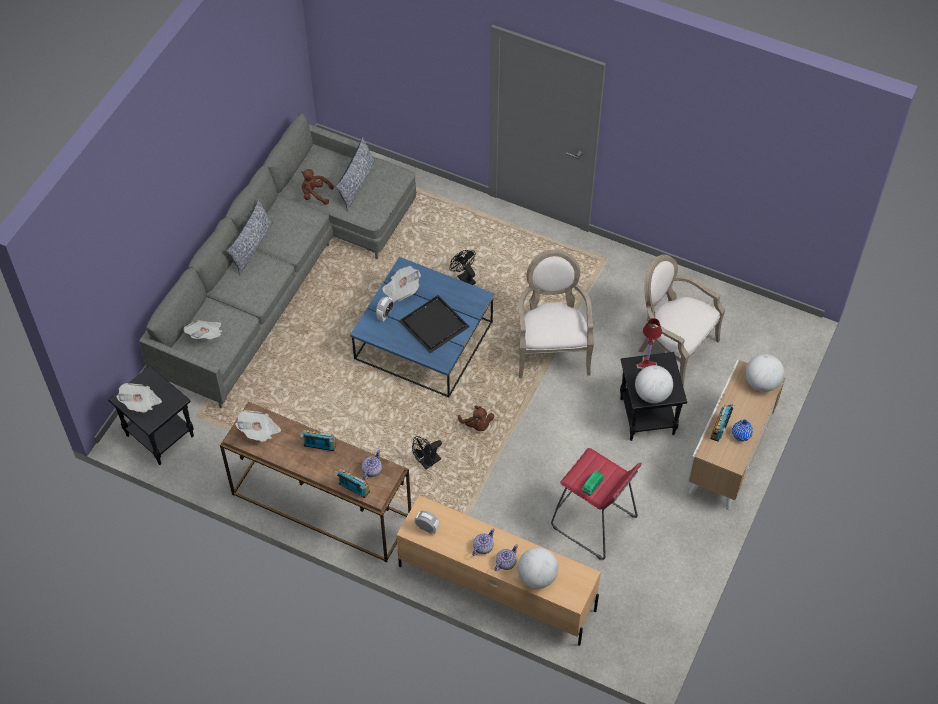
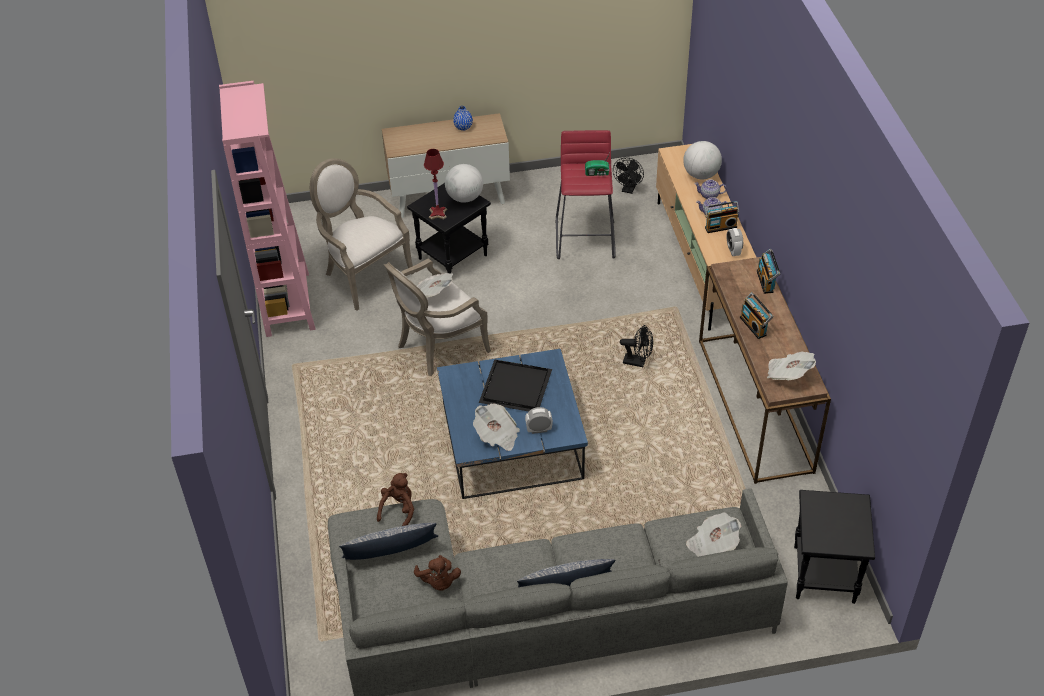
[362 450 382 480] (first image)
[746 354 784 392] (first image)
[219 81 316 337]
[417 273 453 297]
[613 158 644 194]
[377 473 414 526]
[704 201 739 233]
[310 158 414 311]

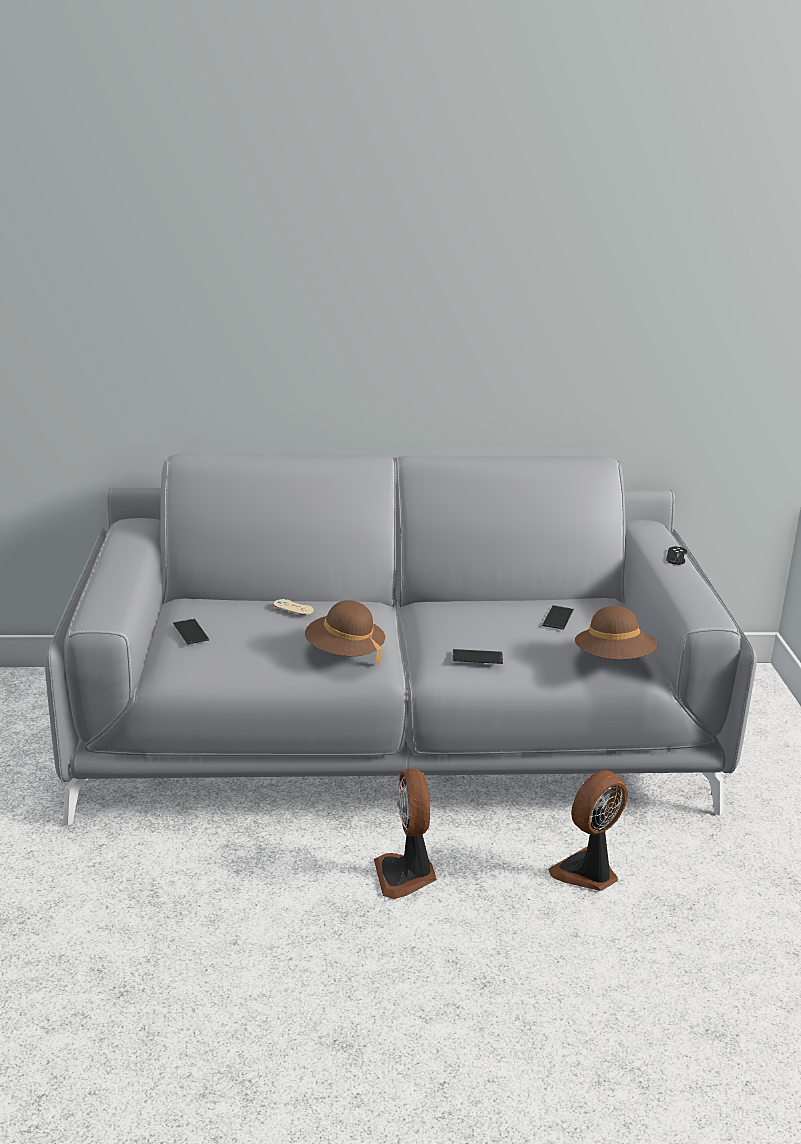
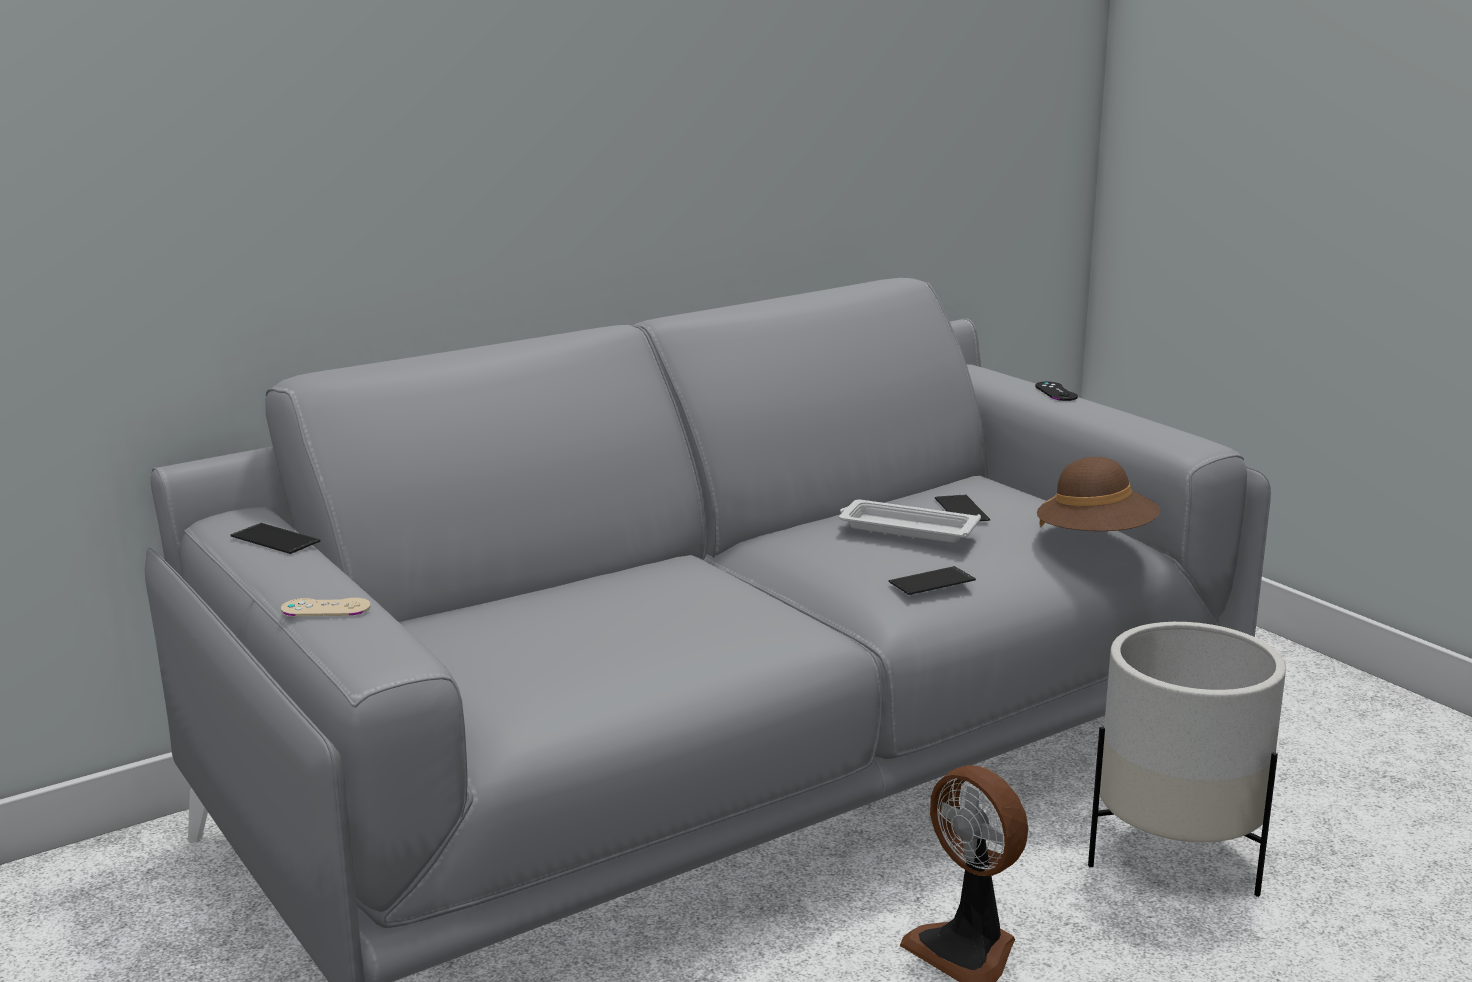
[305 600 385 664] (first image)
[839 500 981 543]
[230 523 321 554]
[281 598 371 616]
[1088 622 1286 897]

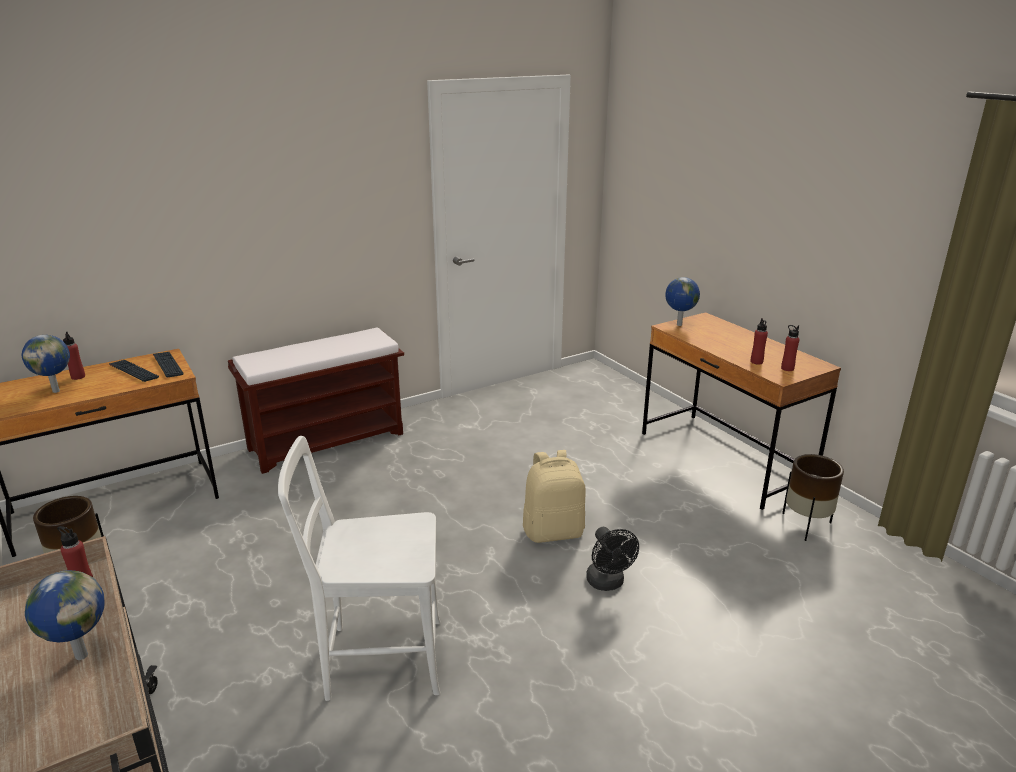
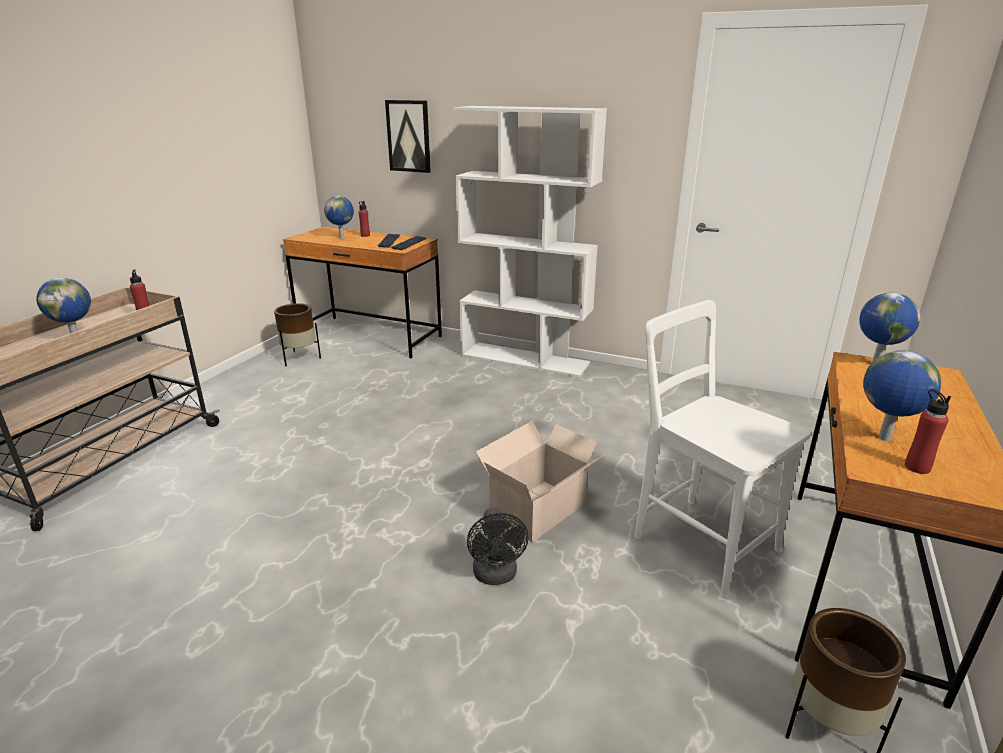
[385 100 431 173]
[635 300 811 598]
[453 106 607 377]
[476 421 605 542]
[863 351 941 441]
[467 507 529 585]

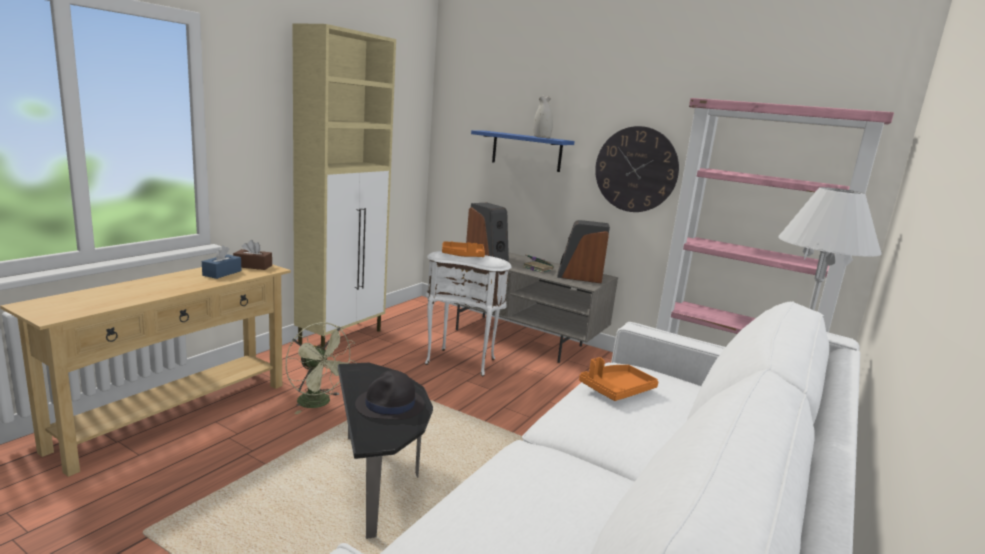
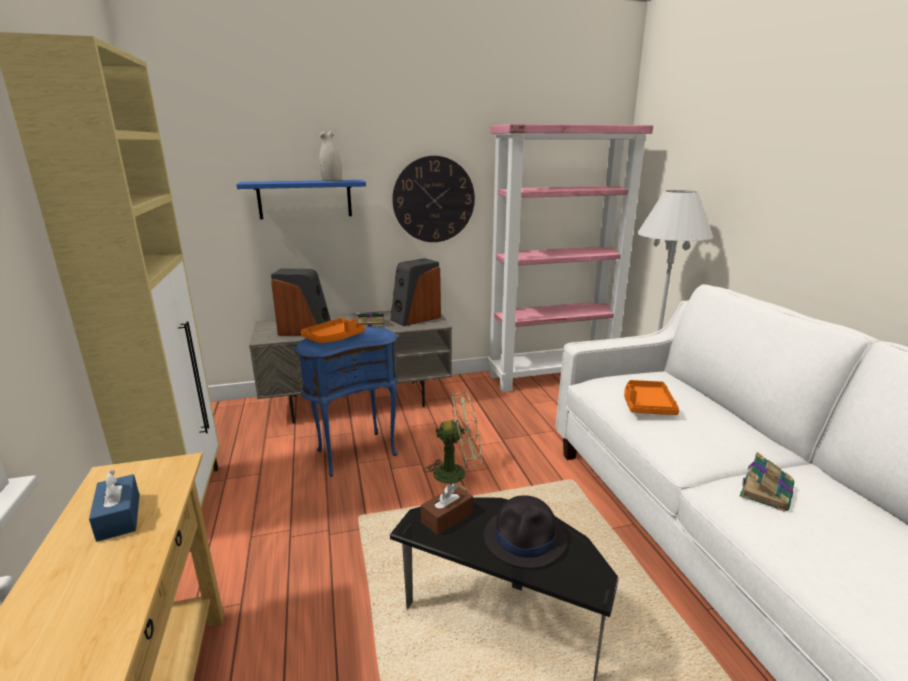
[740 452 794 512]
[421 483 473 535]
[423 392 482 490]
[295 327 398 477]

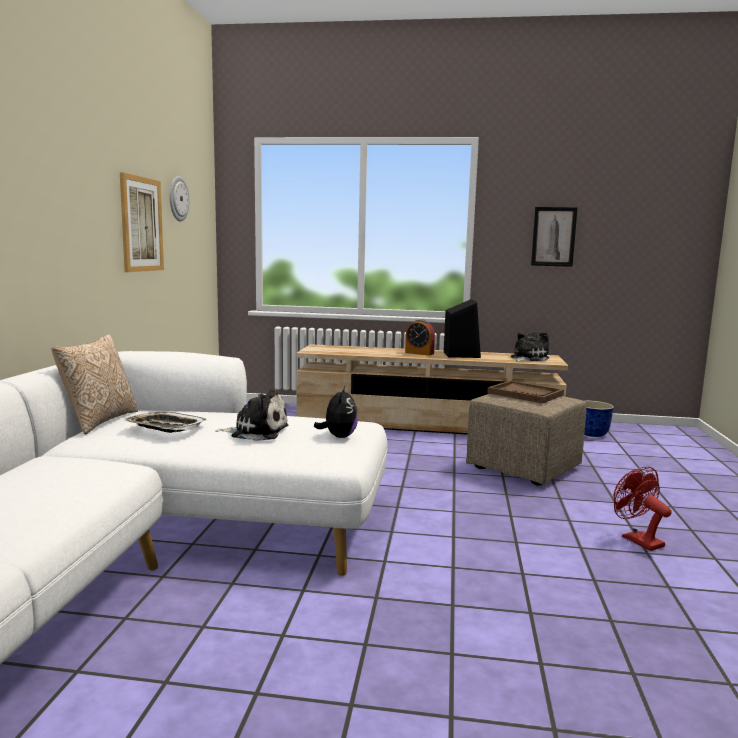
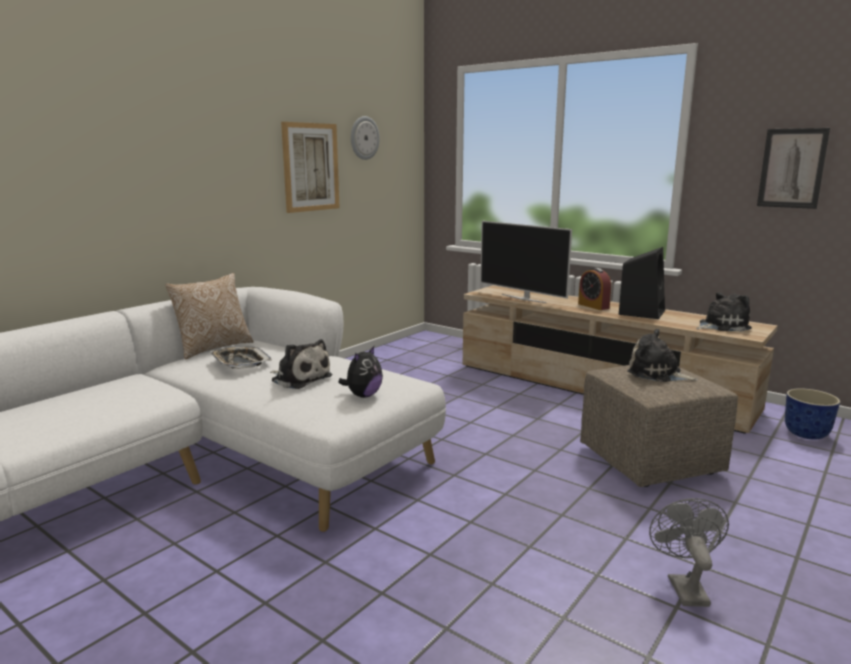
[480 221 572 303]
[627 329 698 382]
[649 498 729 607]

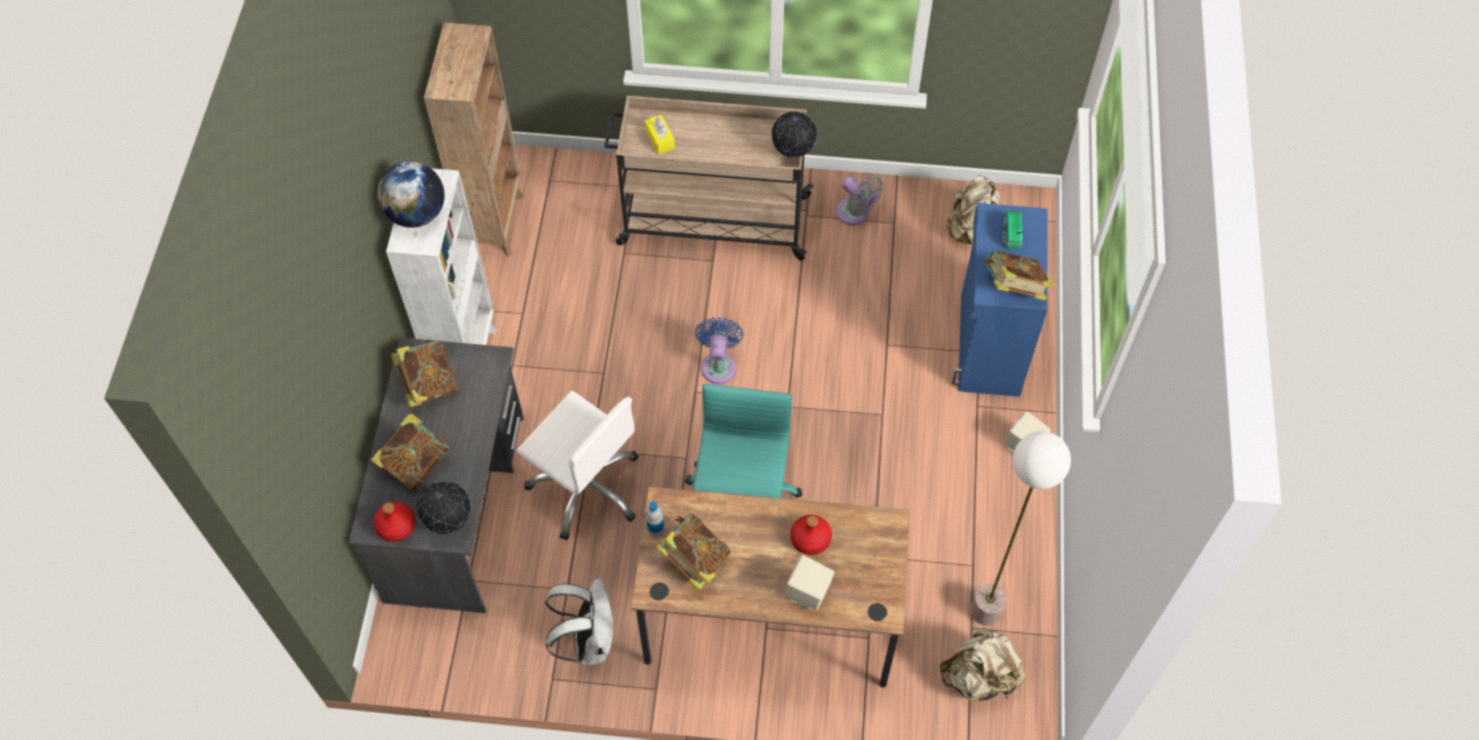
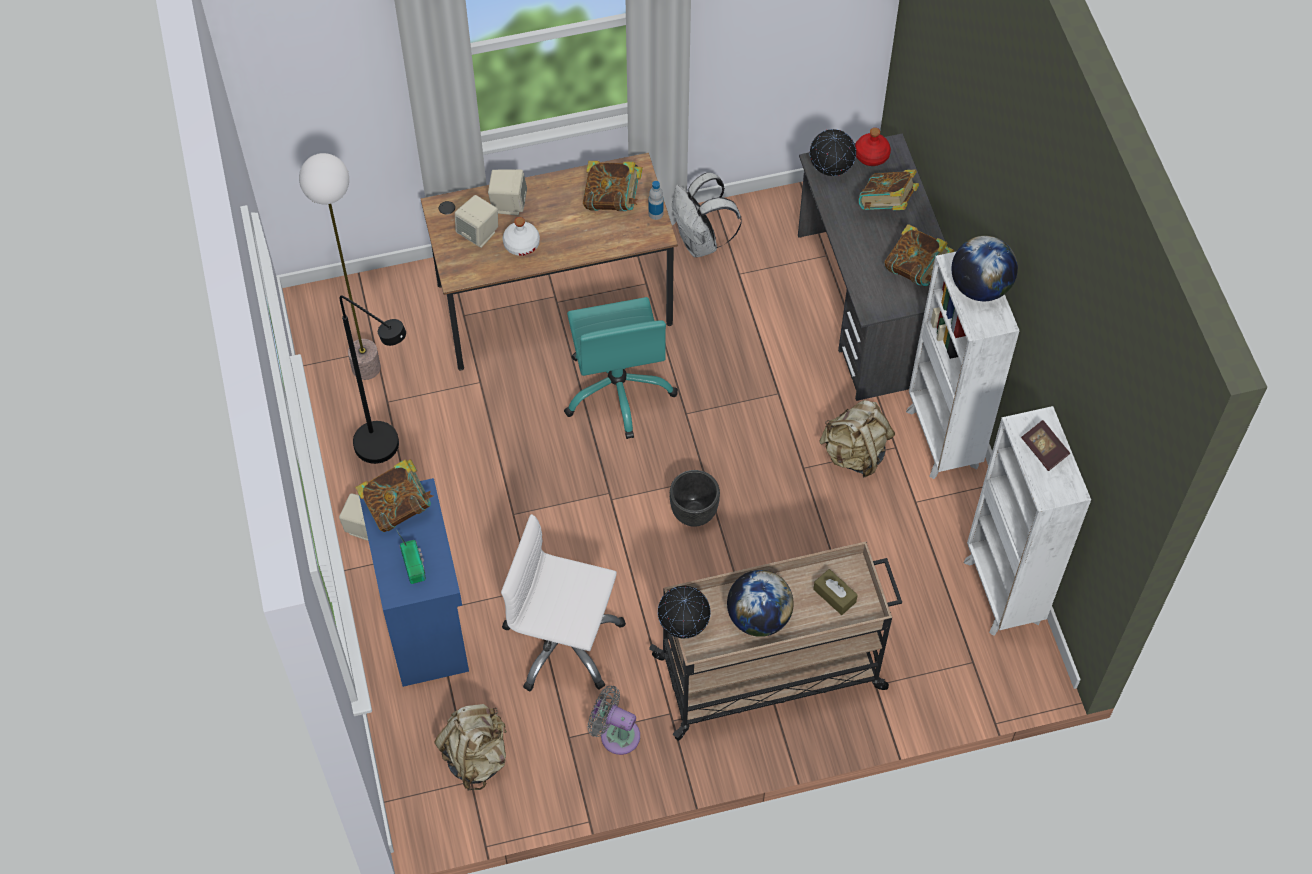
[340 295 406 464]
[455 195 498 248]
[727 570 794 637]
[1021 420 1070 471]
[501 514 626 692]
[819 400 895 477]
[670 470 720 527]
[963 406 1091 636]
[813 569 858 615]
[503 217 540 256]

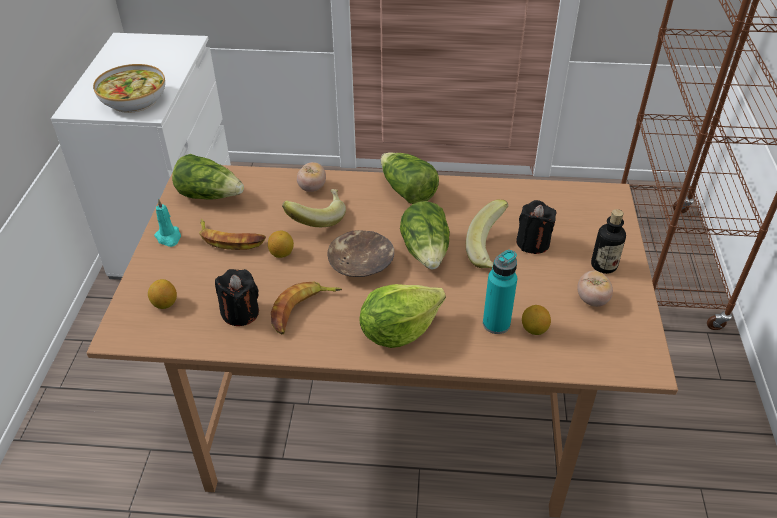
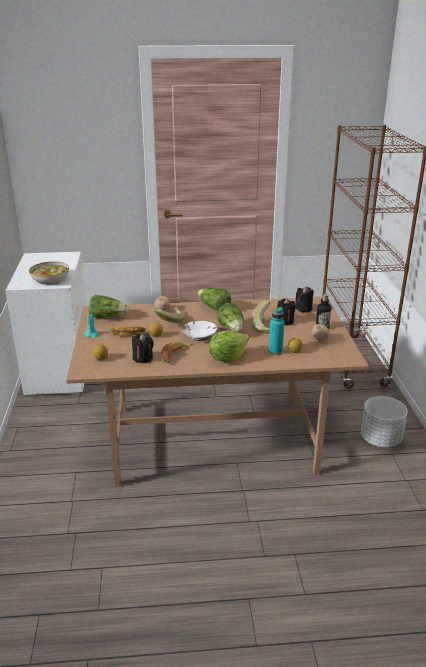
[295 286 314 313]
[361 396 407 447]
[182 321 217 341]

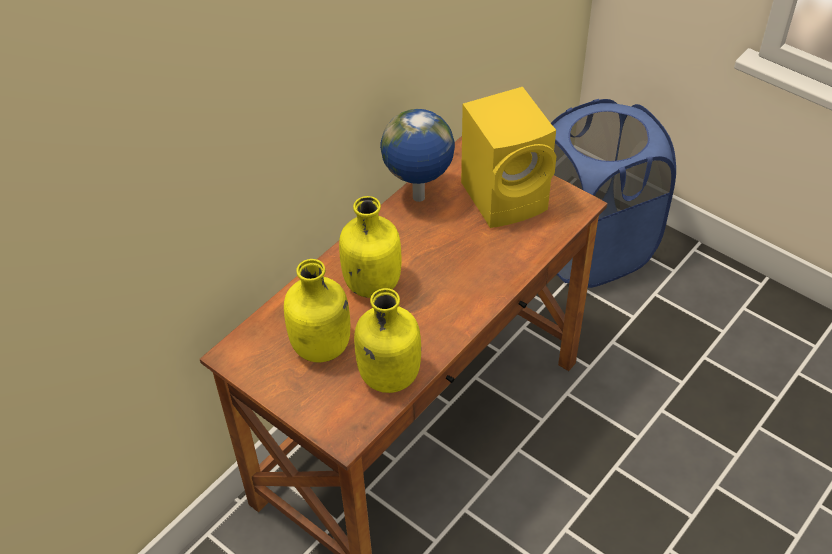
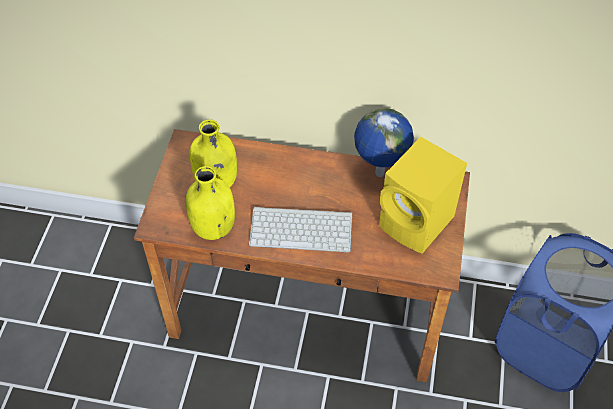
[339 196 401 298] (first image)
[249 207 352 252]

